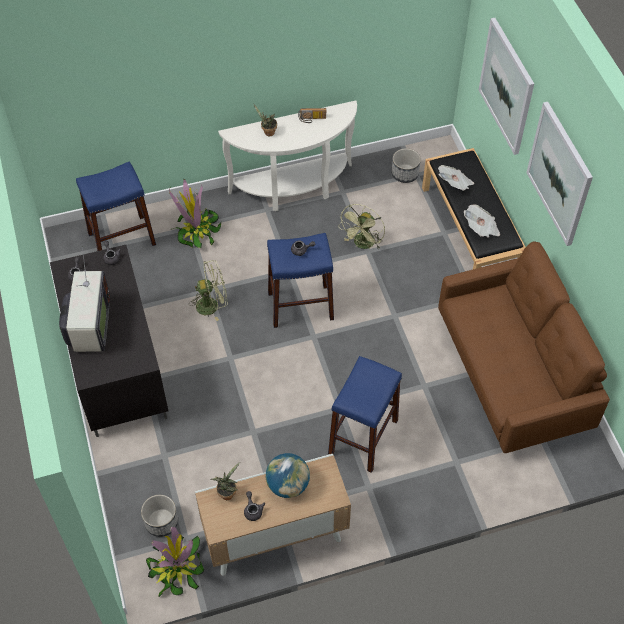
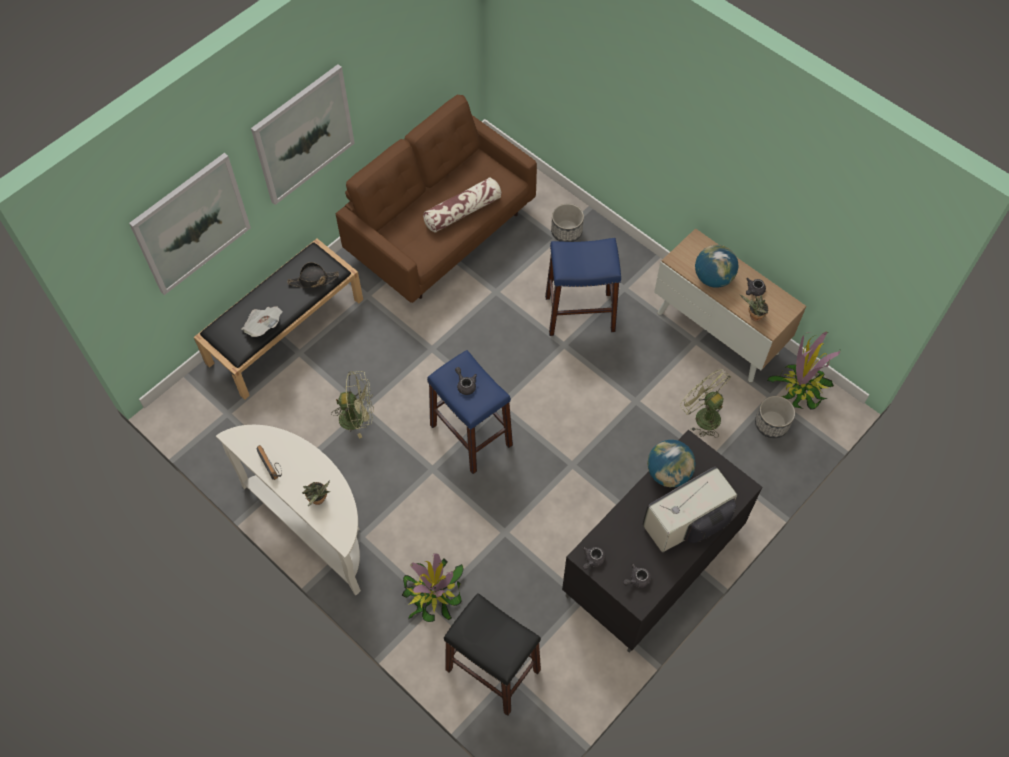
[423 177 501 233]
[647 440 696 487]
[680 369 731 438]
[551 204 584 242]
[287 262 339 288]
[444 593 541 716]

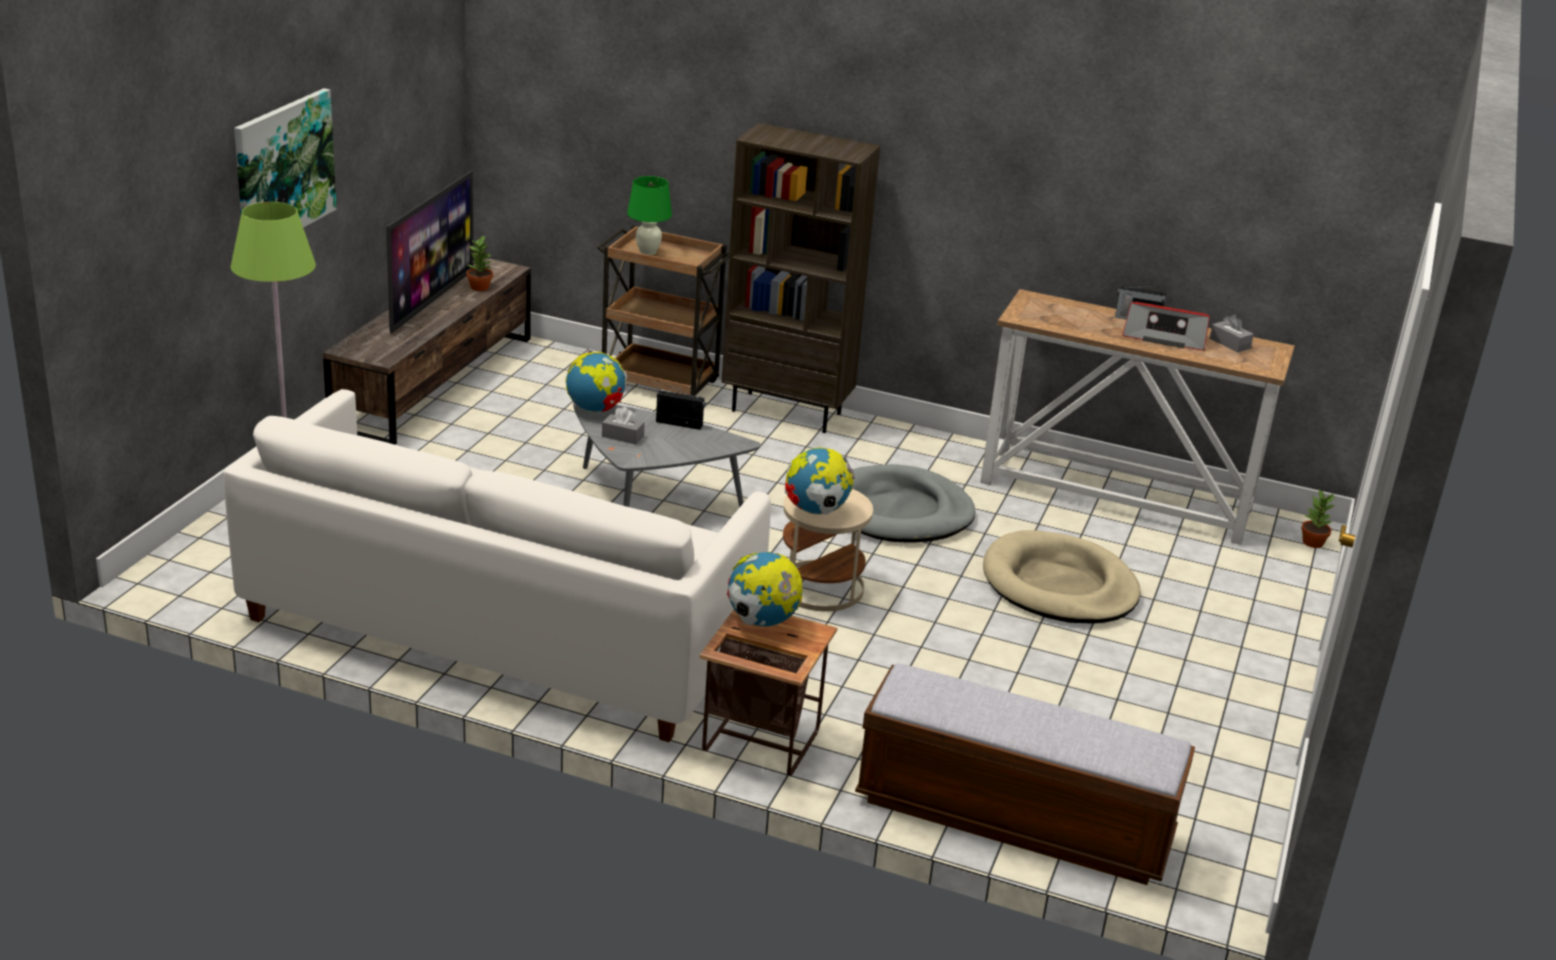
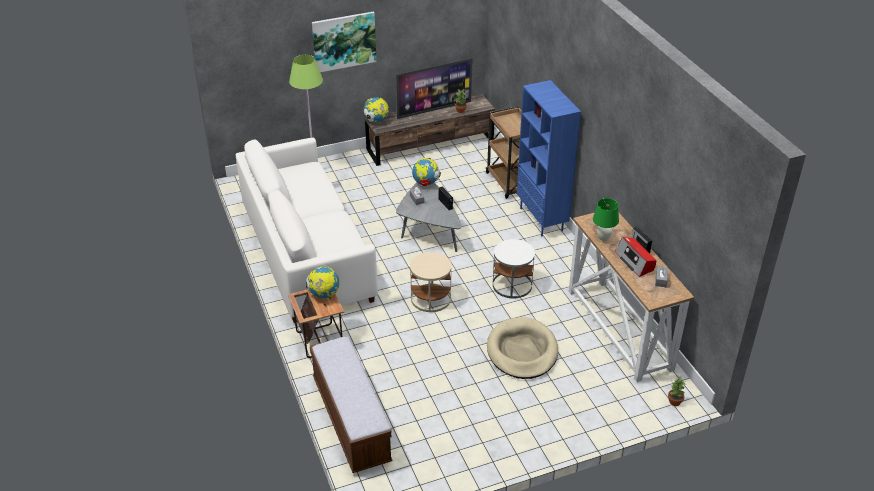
[593 198 619 242]
[364 97 389 123]
[493 239 535 298]
[517 80 581 236]

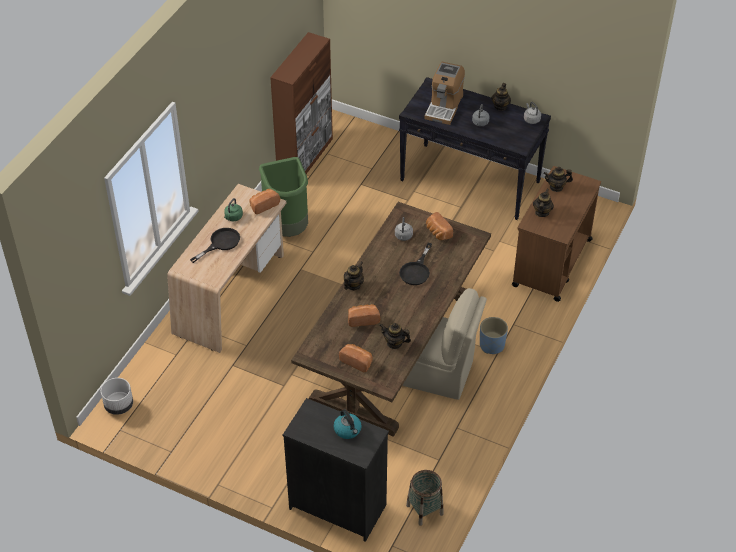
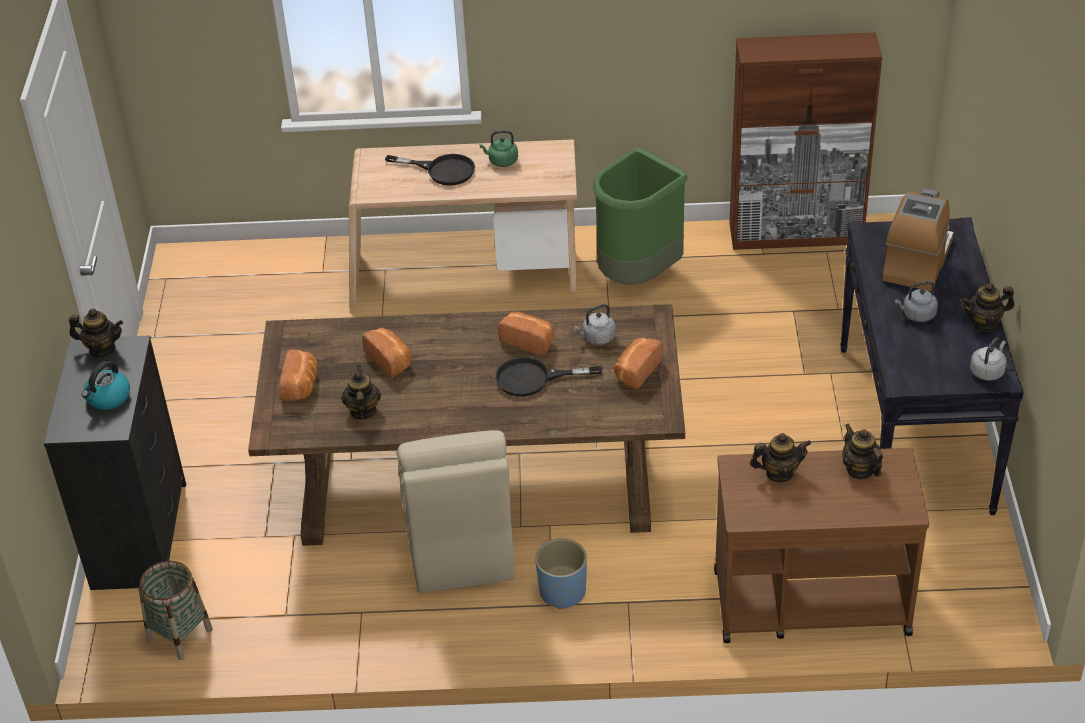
[101 378 133 415] (first image)
[498 312 554 355]
[69 309 123 357]
[882 188 954 291]

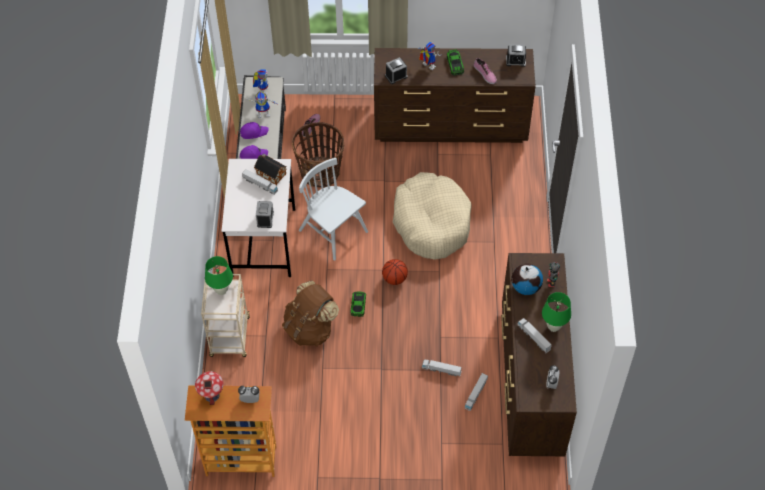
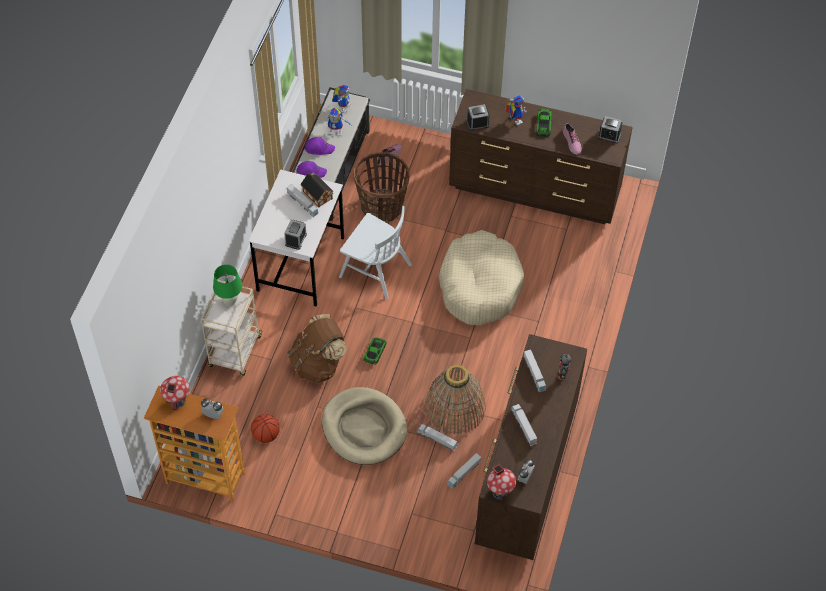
[542 292 571 332] (first image)
[322 387 407 465]
[425 365 486 435]
[487 464 516 500]
[251 414 280 443]
[523 349 546 392]
[339 206 412 300]

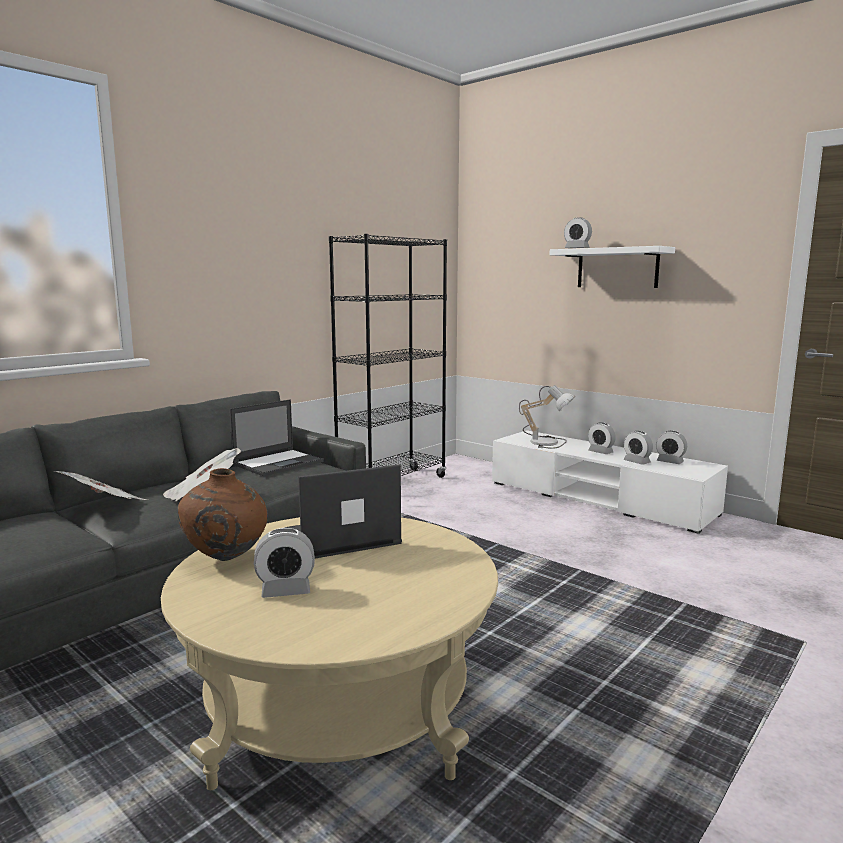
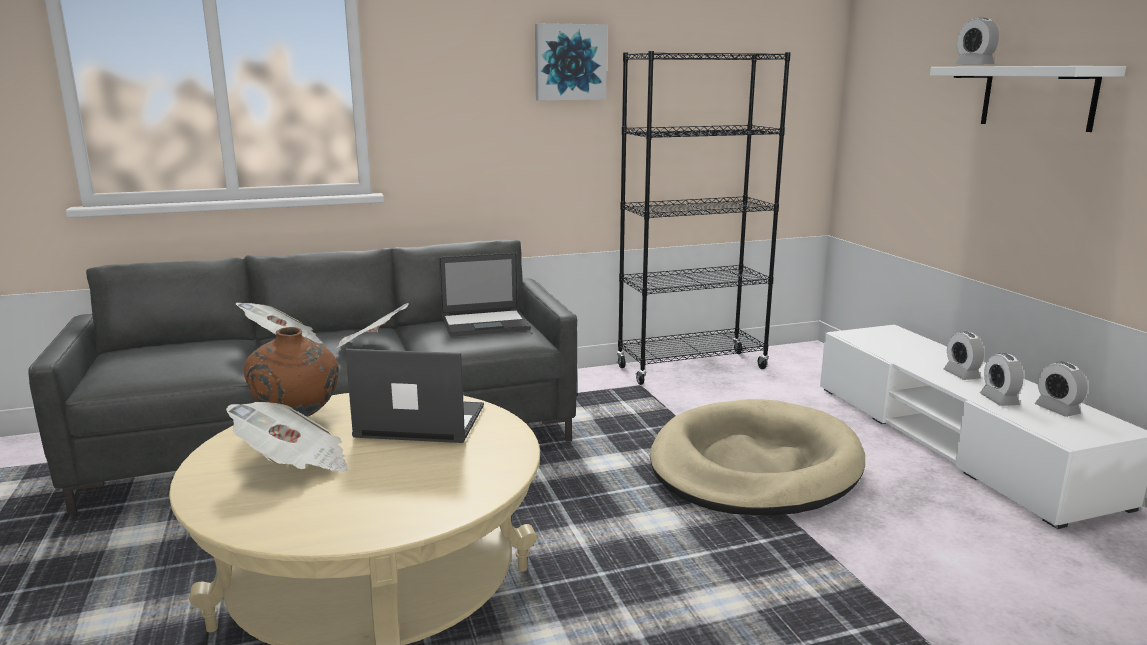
[519 385 575 449] (first image)
[535 23 607 100]
[650 399 865 515]
[226 402 348 472]

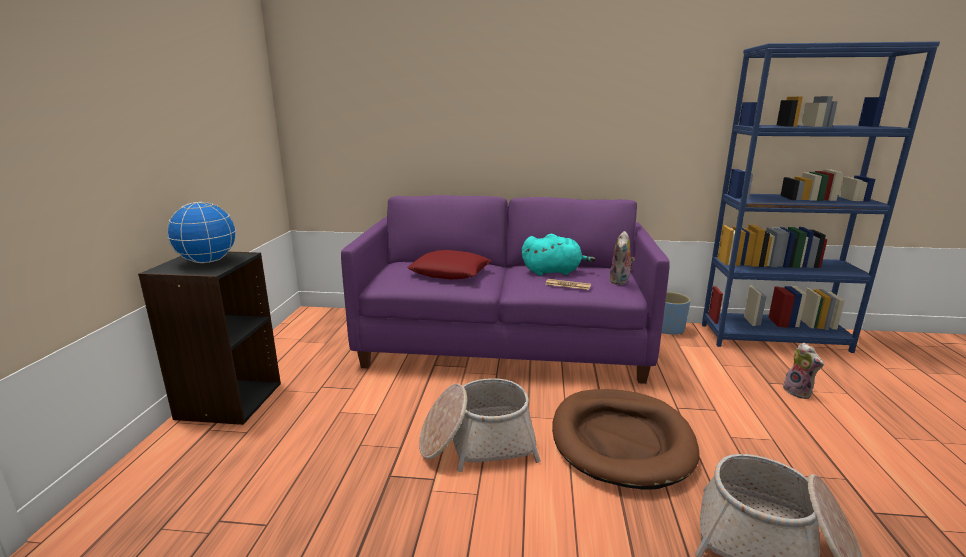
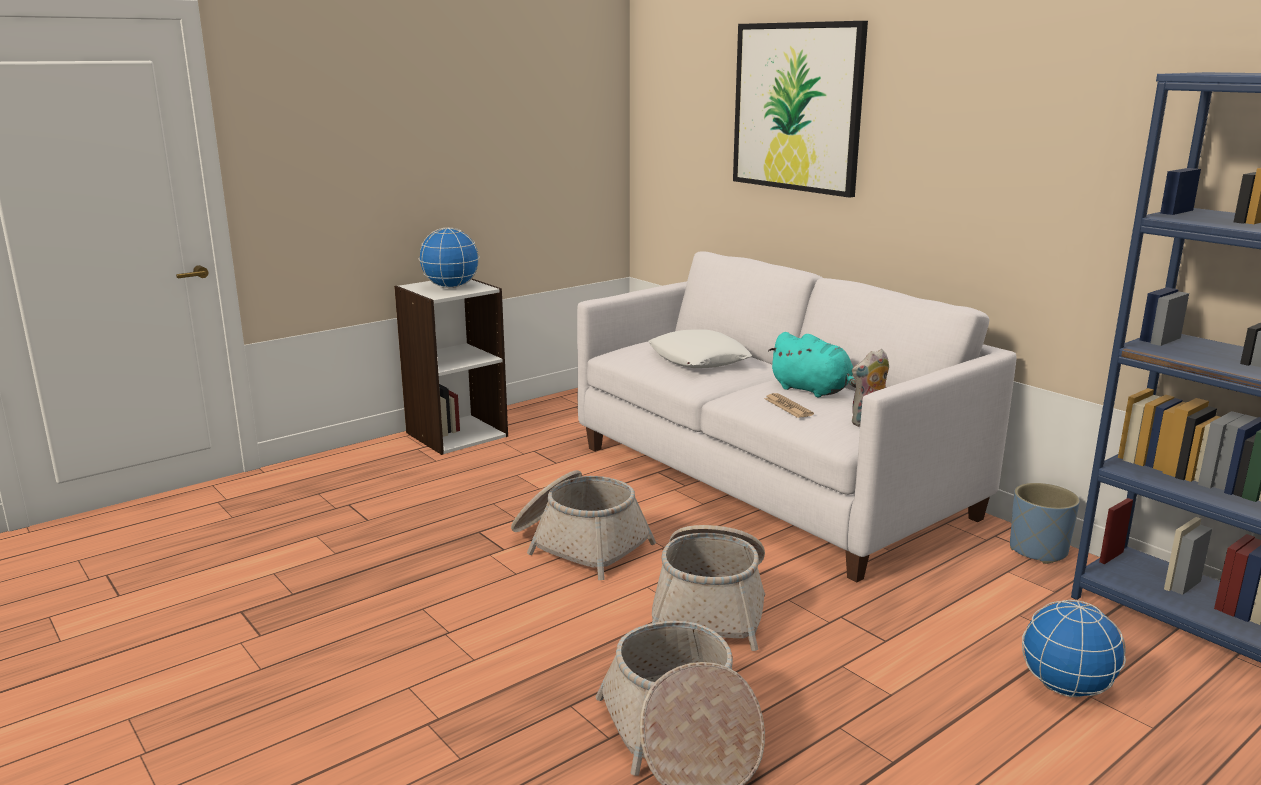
[733 21 868 198]
[652 525 765 651]
[1022 600 1126 697]
[394 278 508 455]
[577 251 1017 583]
[649 330 752 368]

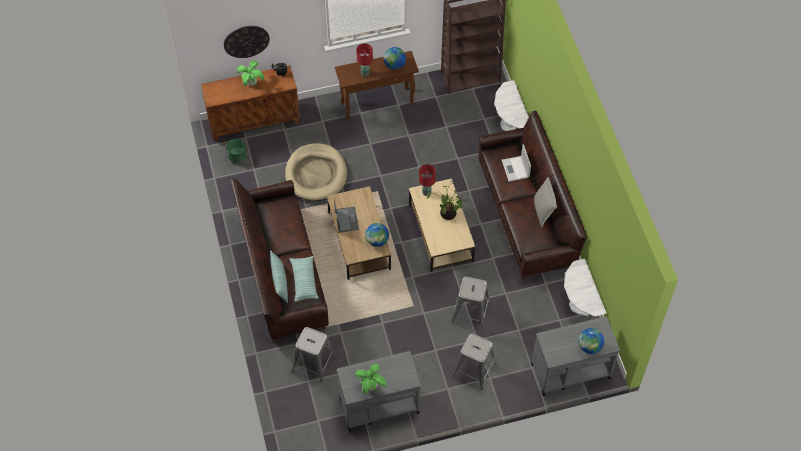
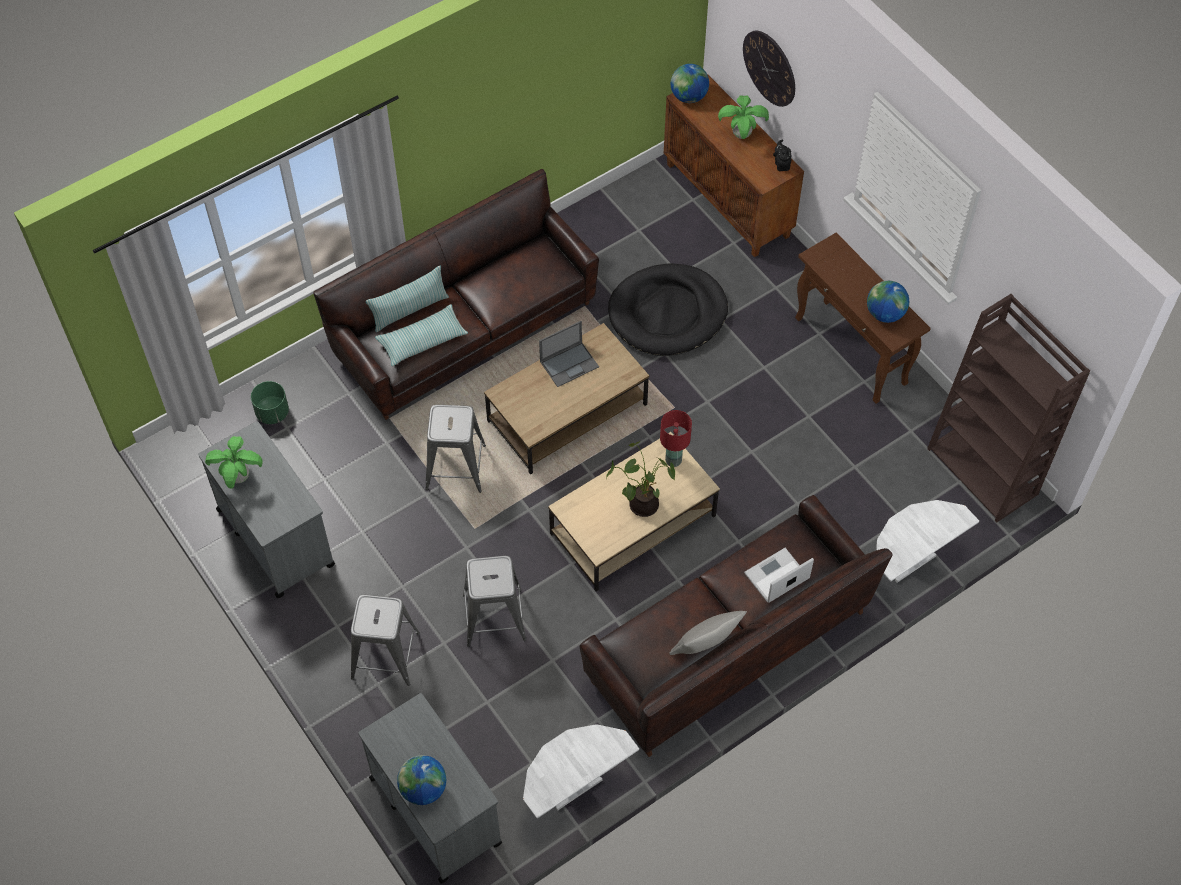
[356 43 373 77] (first image)
[251 381 289 424]
[425 405 486 493]
[671 64 709 103]
[608 264 728 356]

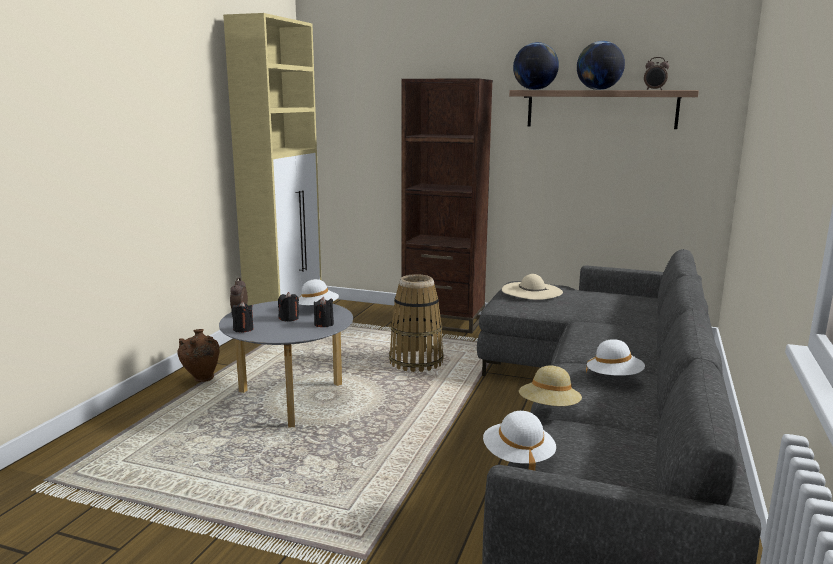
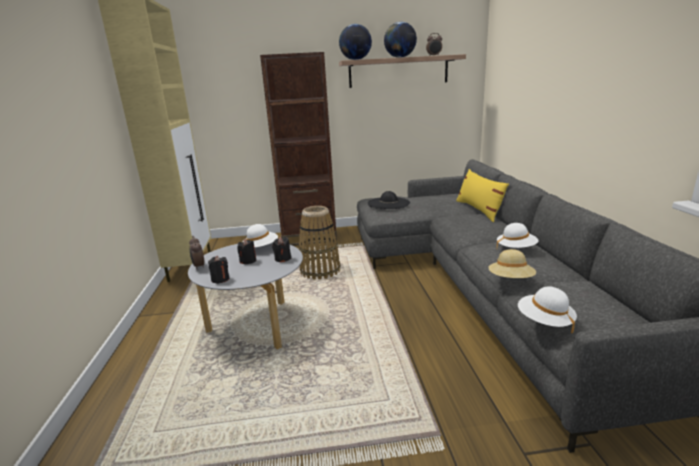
[177 329 220 382] (first image)
[456 169 509 222]
[368 191 410 209]

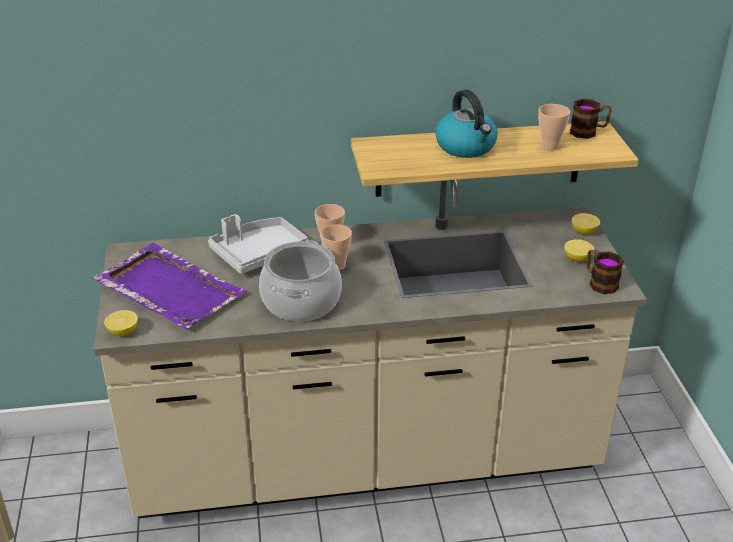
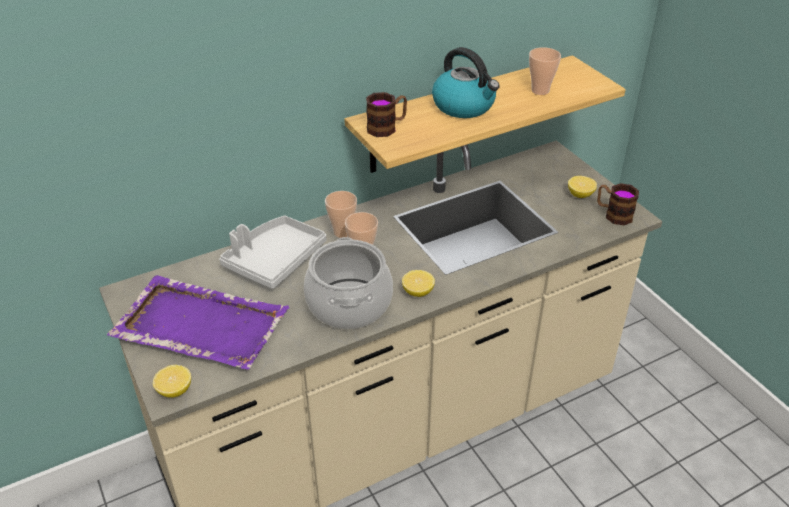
[366 92 407 137]
[402 270 435 297]

